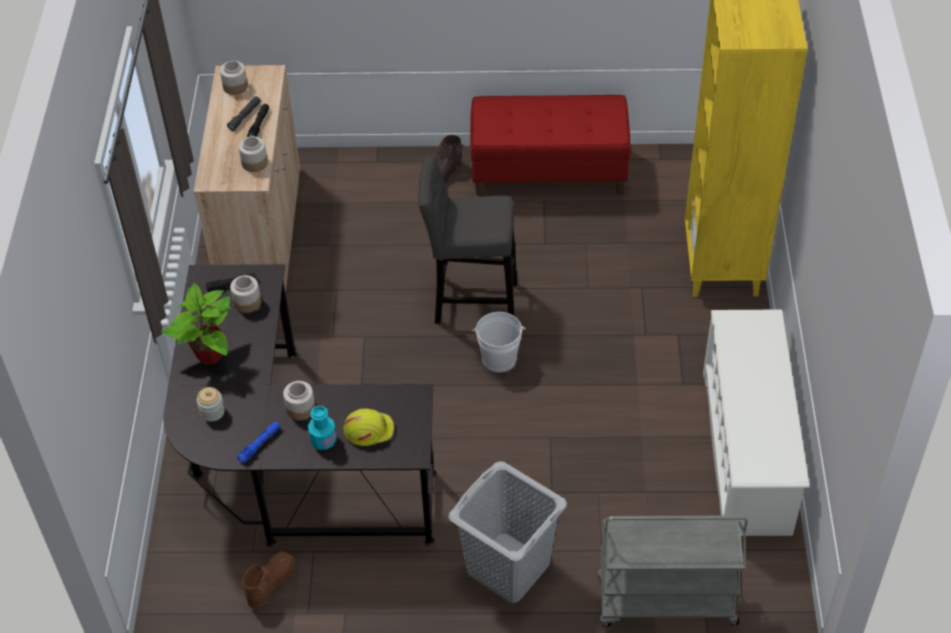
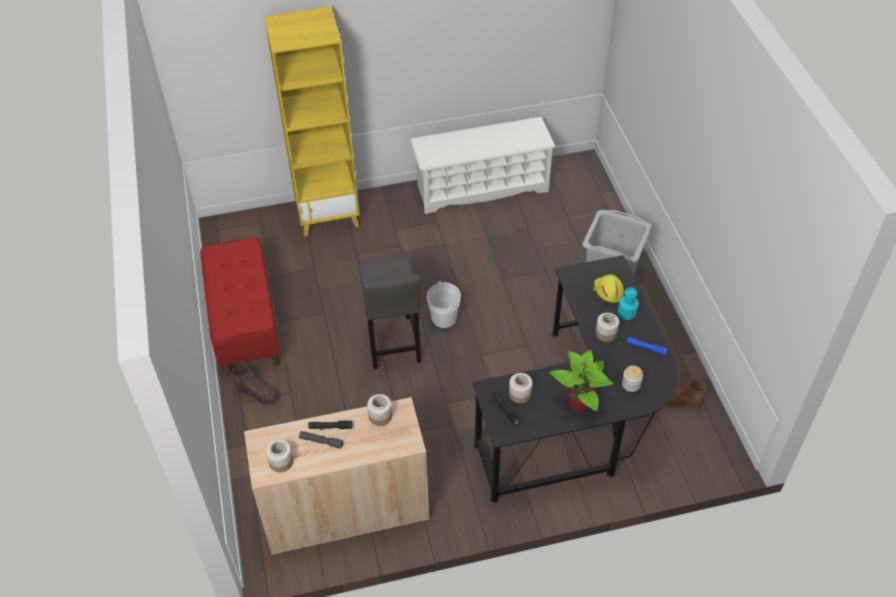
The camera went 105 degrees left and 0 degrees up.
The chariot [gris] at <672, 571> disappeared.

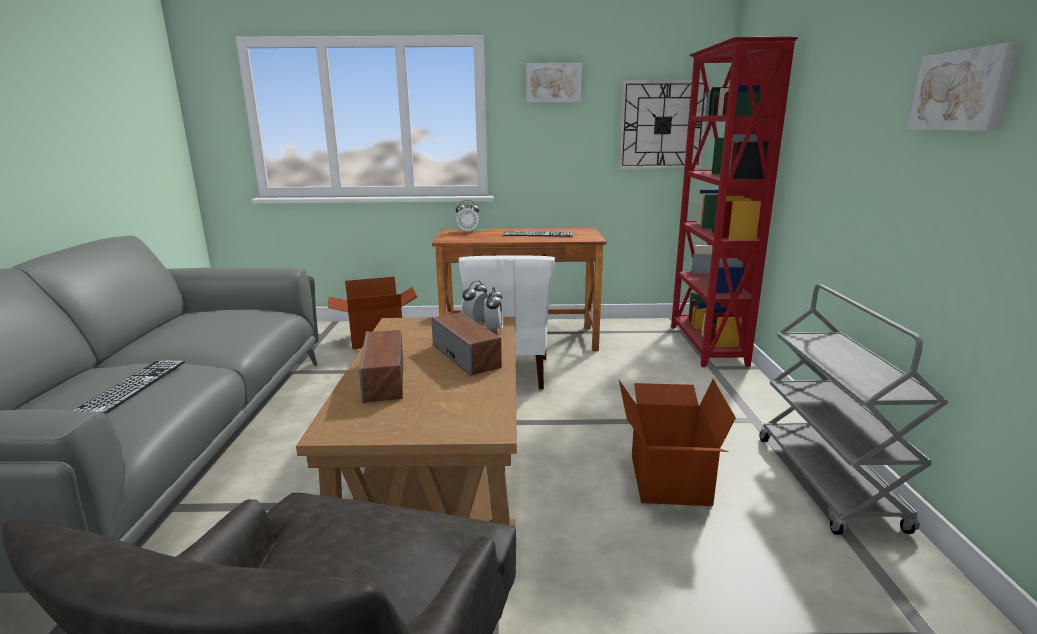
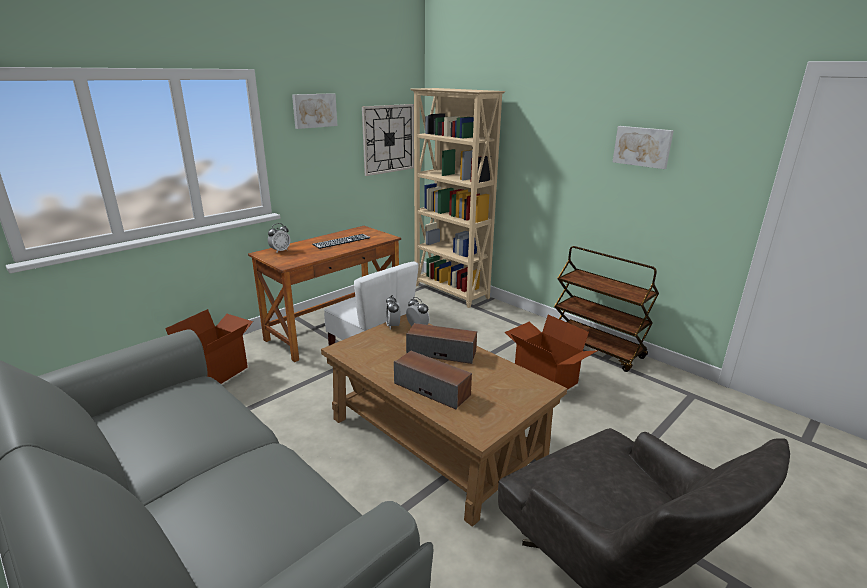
The camera went 45 degrees left and 5 degrees up.
The bibliothèque [rouge] at <734, 202> became the bibliothèque [beige] at <457, 198>.
The chariot [gris] at <854, 409> became the chariot [marron] at <606, 309>.
The clavier at <129, 387> disappeared.

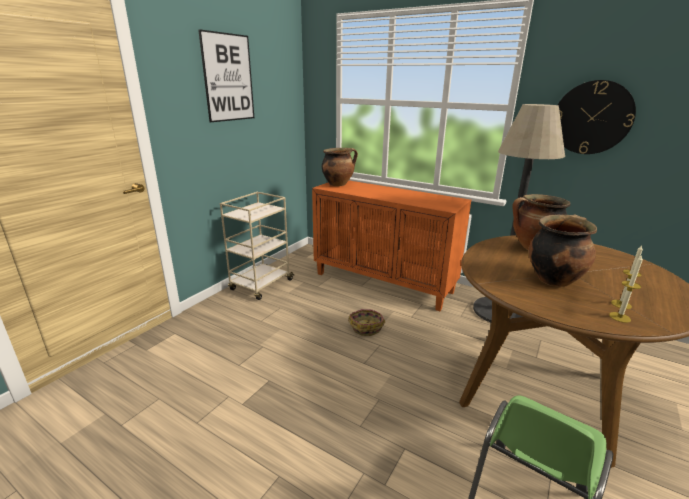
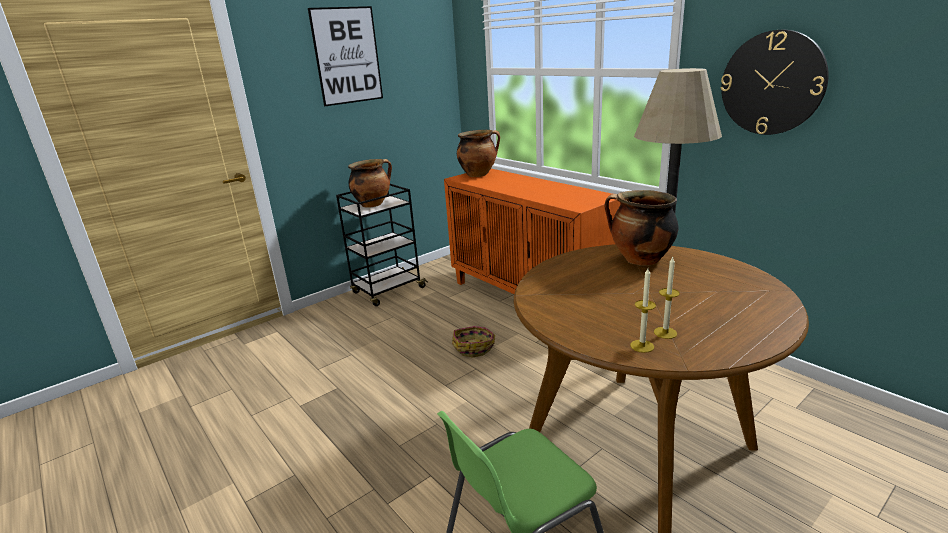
The camera went 20 degrees right and 0 degrees up.
The chariot [beige] at <257, 246> became the chariot [noir] at <382, 245>.
The marmite moved from <563, 251> to <370, 183>.

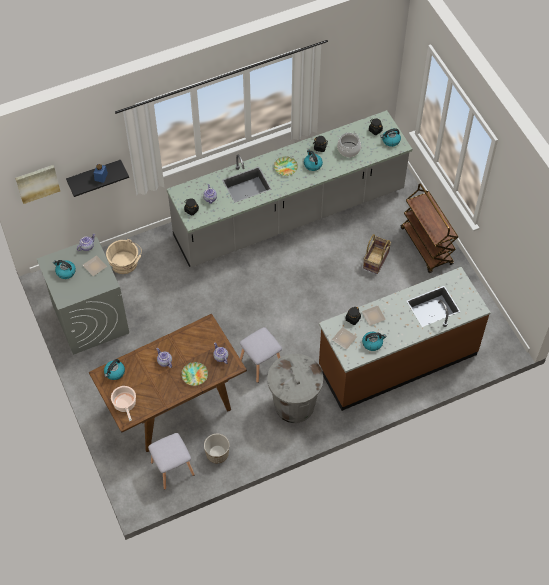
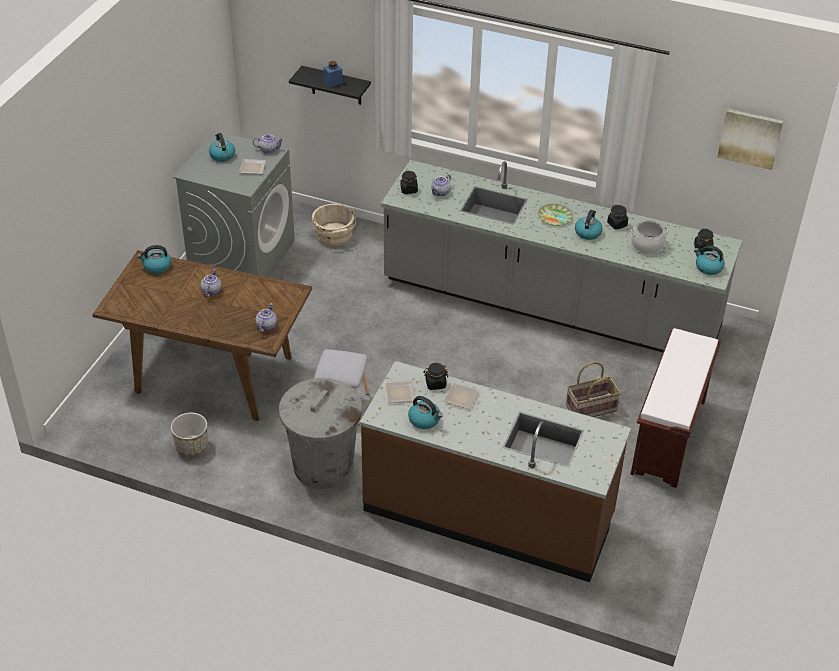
The camera went 45 degrees right and 15 degrees down.
The chariot [marron] at <429, 228> was replaced by the banc [marron] at <676, 408>.
The tableau moved from <37, 184> to <750, 139>.
The marmite at <123, 403> disappeared.
The tabouret [gris] at <171, 461> disappeared.
The assiette at <194, 374> disappeared.

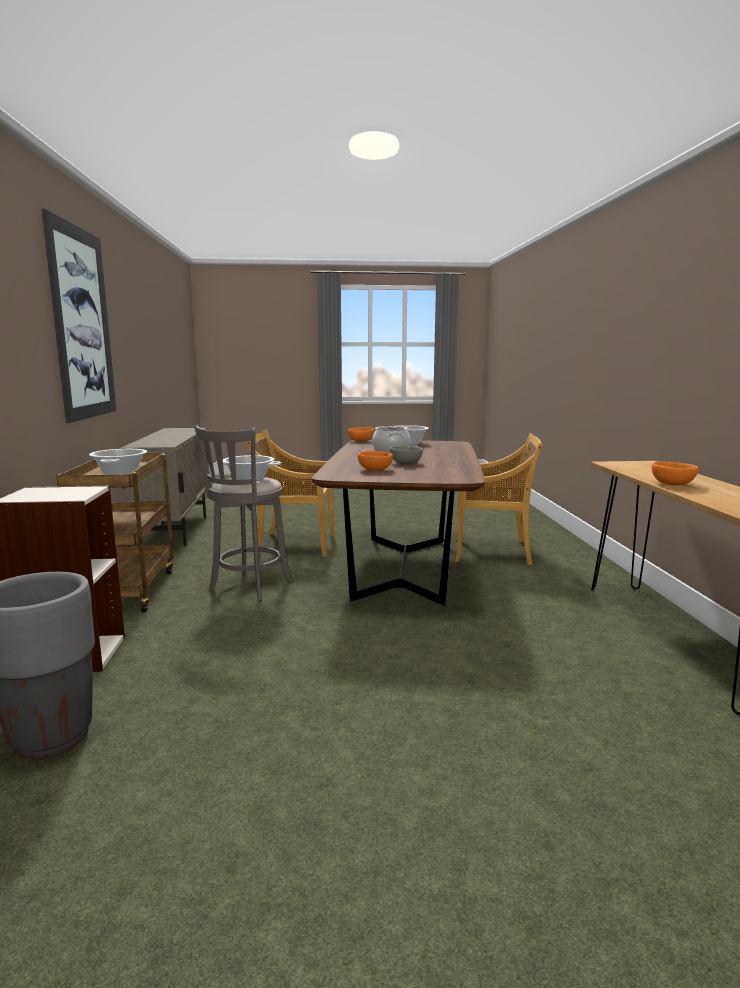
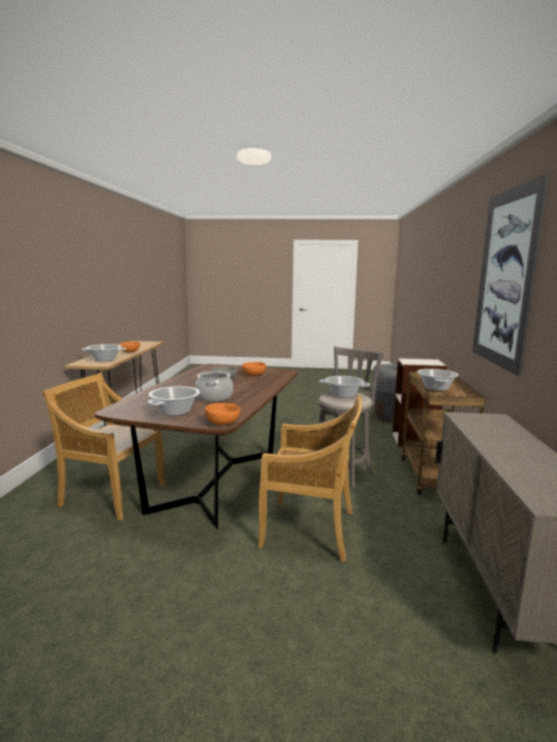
The camera went 170 degrees left and 0 degrees up.
The marmite at <104, 352> appeared.

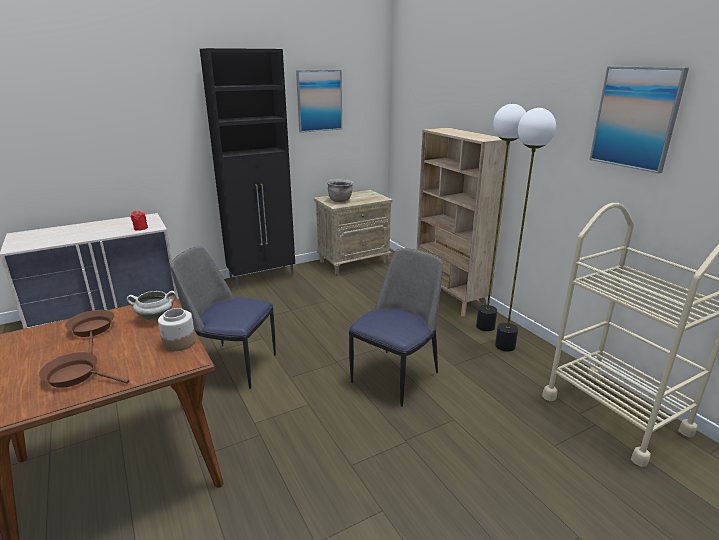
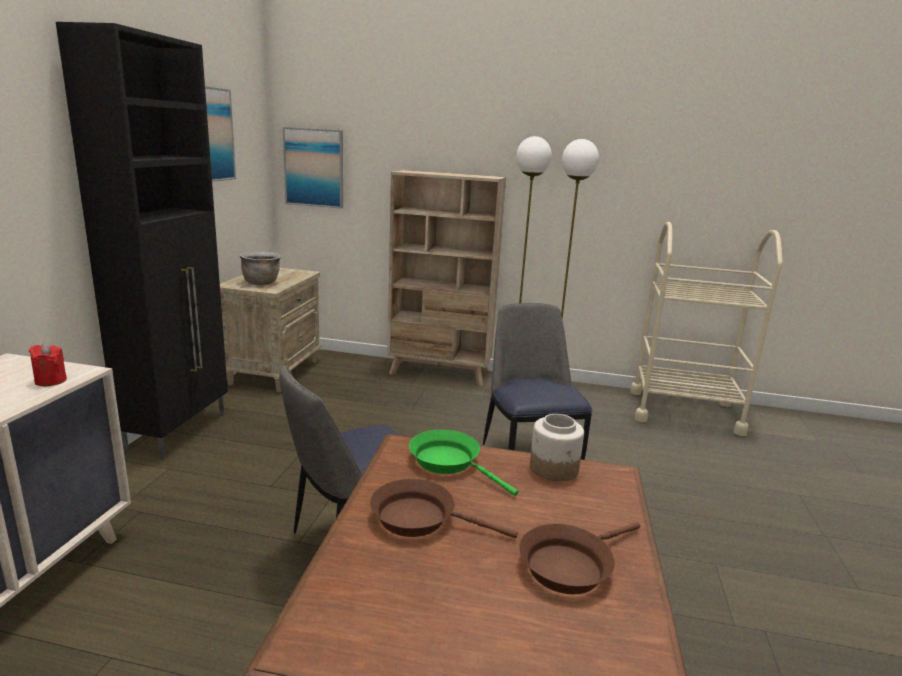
The camera went 50 degrees left and 5 degrees down.
The tableau moved from <639, 119> to <313, 168>.
The marmite [blanc] at <151, 306> was replaced by the poêle [vert] at <463, 463>.

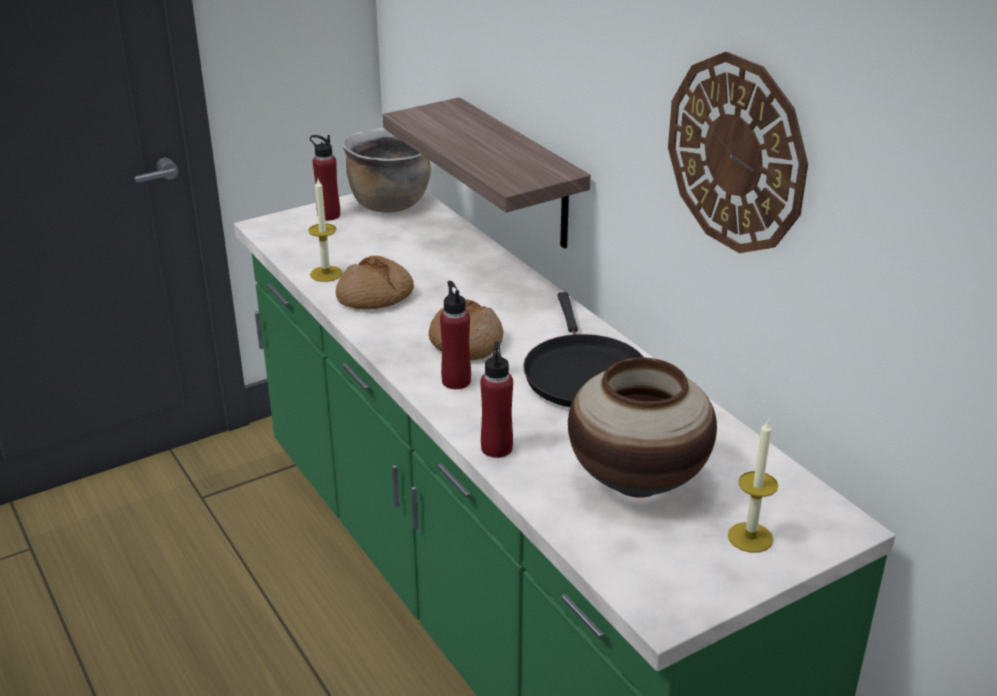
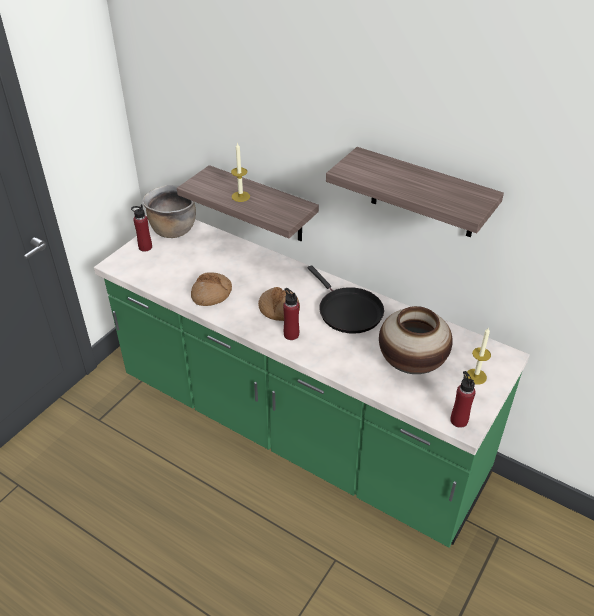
The camera went 25 degrees left and 10 degrees up.
The bougie moved from <325, 230> to <240, 172>.
The horloge murale at <738, 152> was replaced by the étagère at <415, 192>.
The bouteille [rouge] moved from <496, 399> to <463, 399>.

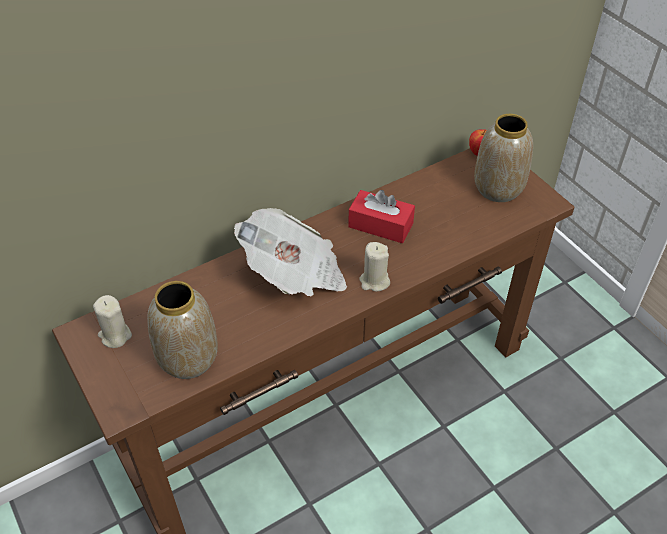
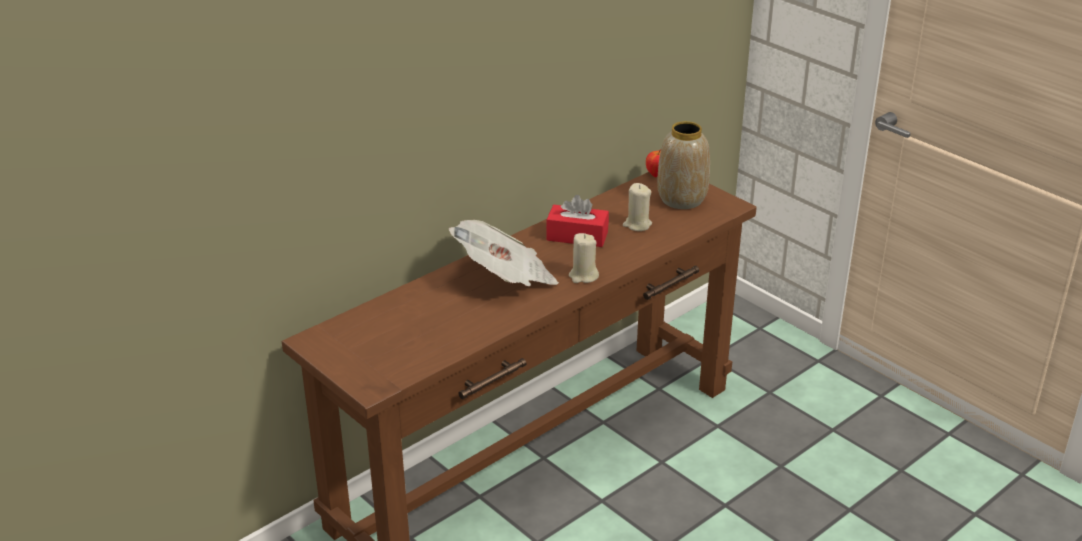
The camera went 10 degrees left and 15 degrees down.
The bougie [beige] moved from <112, 321> to <637, 207>.
The vase at <182, 330> disappeared.

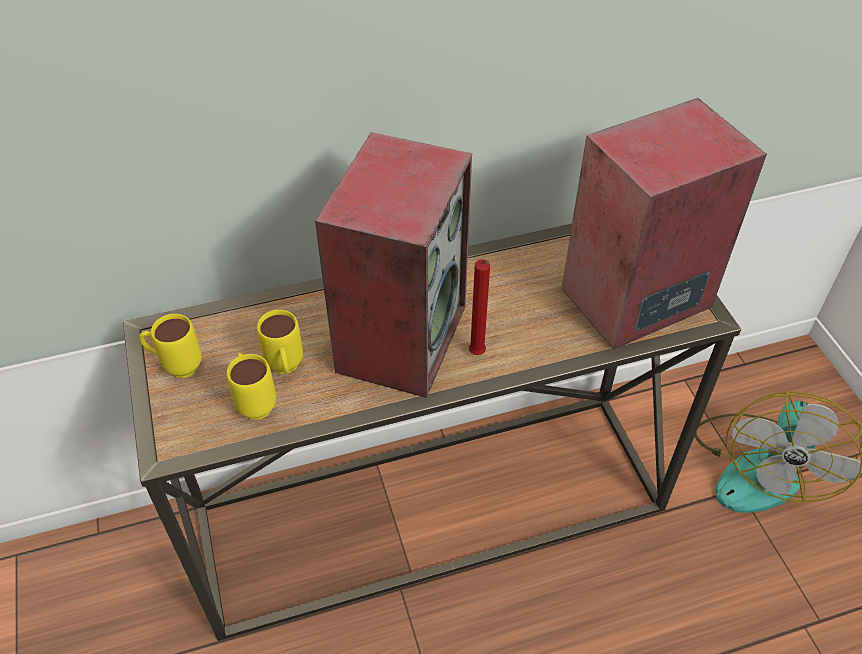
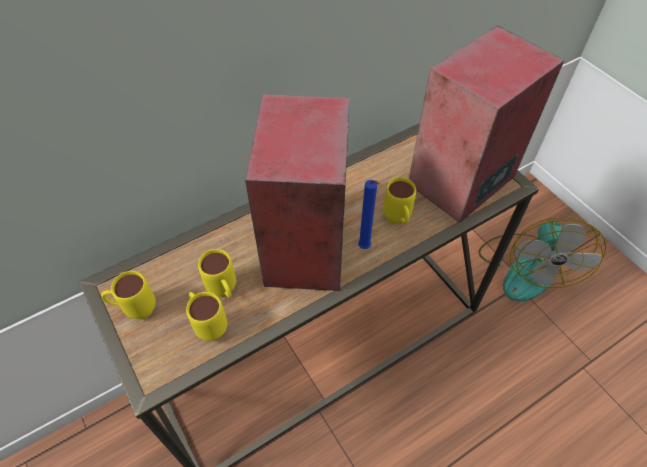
The camera went 15 degrees left and 5 degrees up.
The bougie [rouge] at <479, 307> became the bougie [bleu] at <369, 214>.
The mug [jaune] at <399, 200> appeared.

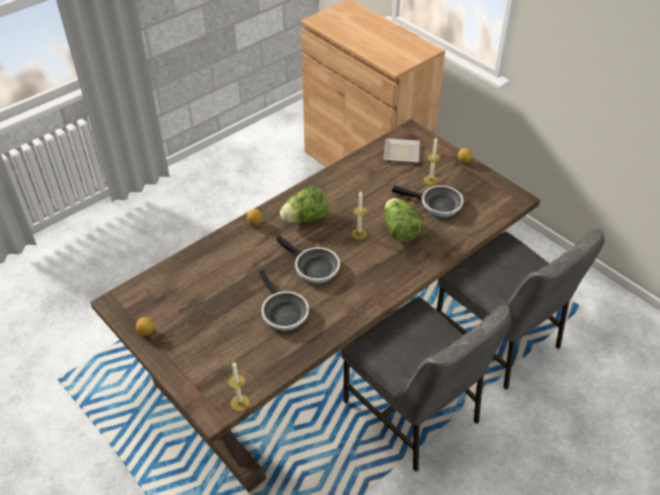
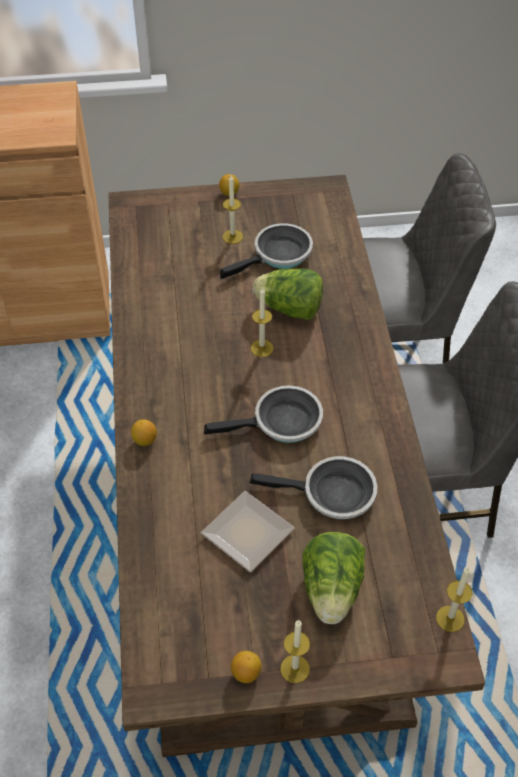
The camera went 55 degrees left and 5 degrees up.
The assiette moved from <402, 150> to <247, 531>.
The bougie at <295, 651> appeared.
The laitue moved from <304, 204> to <333, 578>.

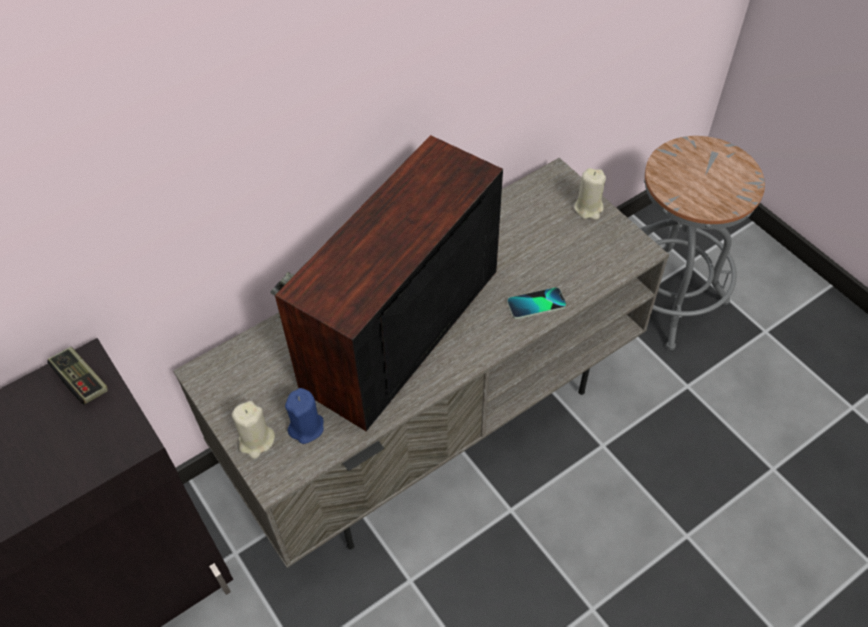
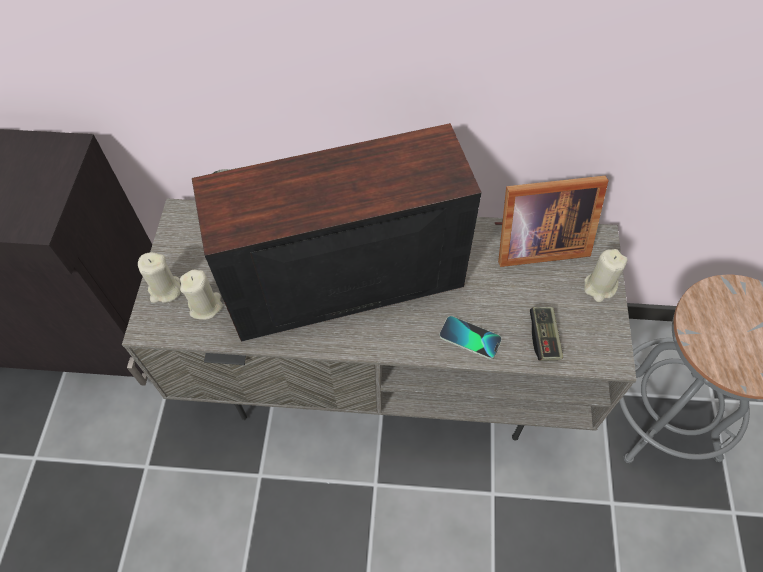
The camera went 40 degrees right and 5 degrees up.
The bougie [bleu] at <304, 416> became the bougie [beige] at <201, 294>.
The cadre photo at <552, 221> appeared.
The manette moved from <77, 375> to <546, 334>.

